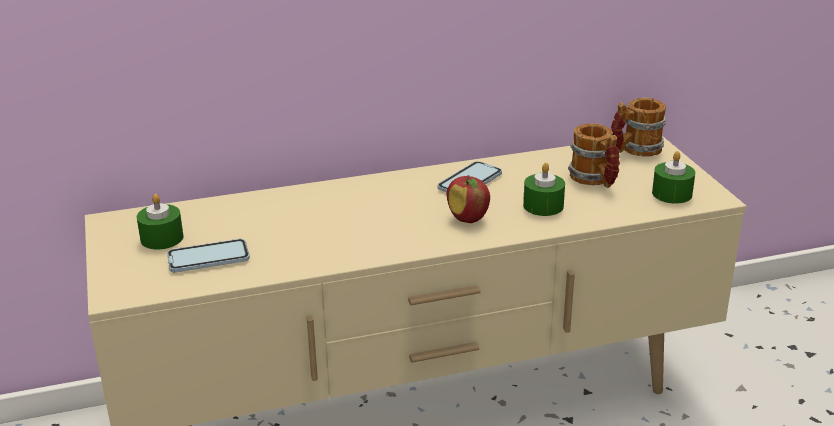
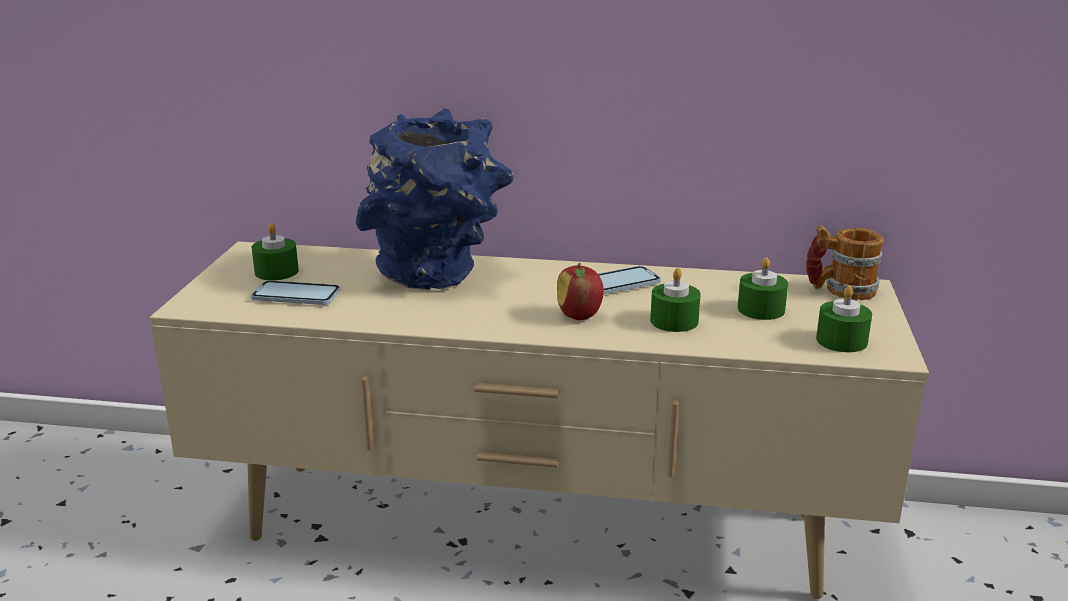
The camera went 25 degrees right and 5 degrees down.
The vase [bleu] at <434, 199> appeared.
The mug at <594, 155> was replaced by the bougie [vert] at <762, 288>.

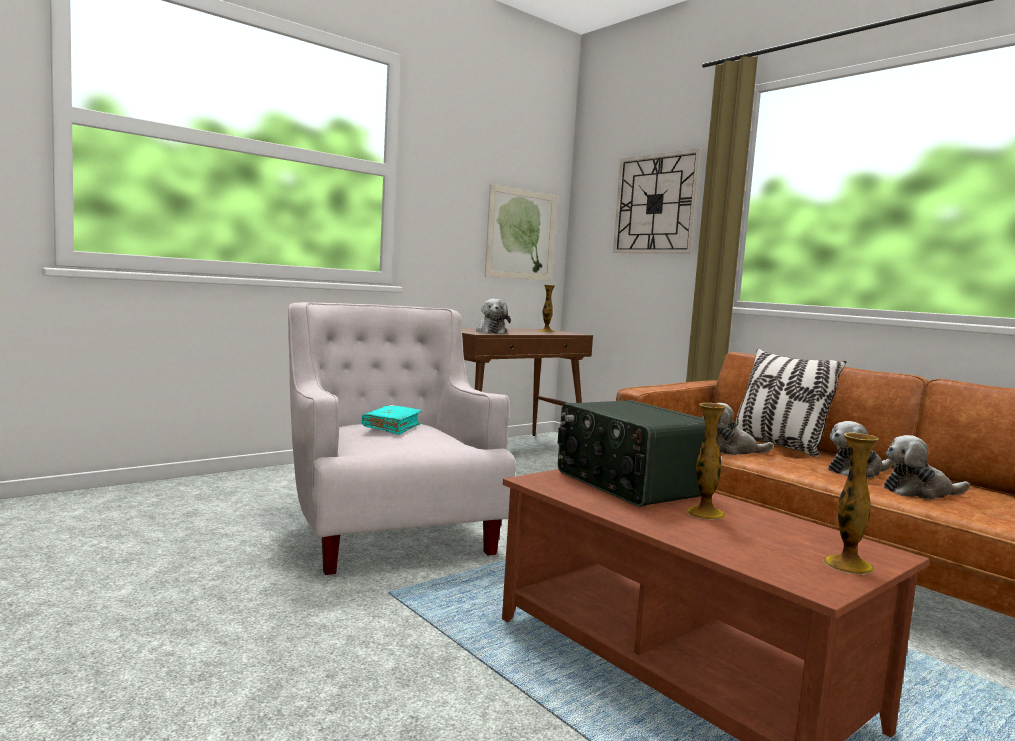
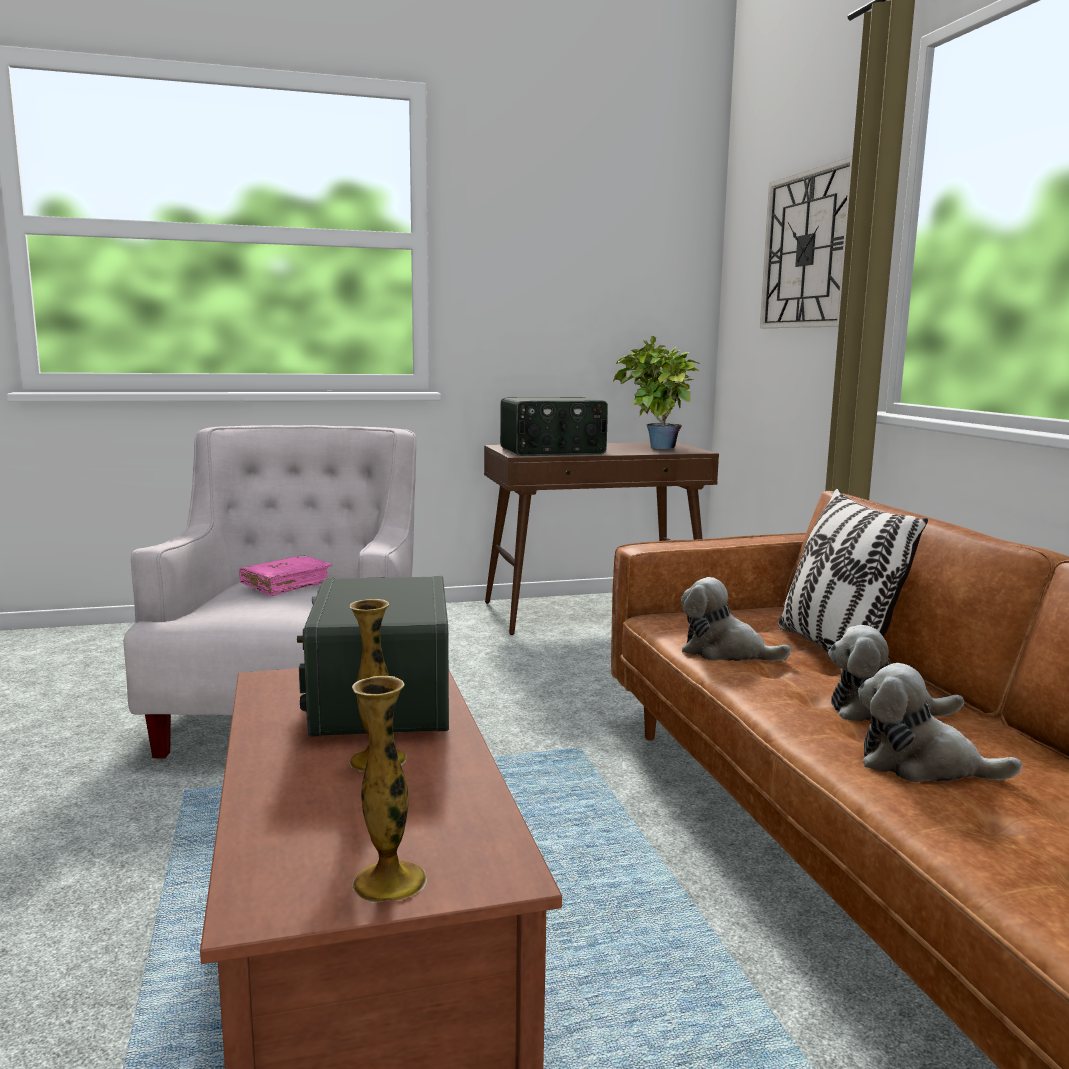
The camera went 25 degrees right and 5 degrees up.
The livre [turquoise] at <392, 420> became the livre [rose] at <285, 575>.
The peluche at <493, 316> was replaced by the radio at <554, 426>.
The vase at <547, 308> was replaced by the plante en pot at <656, 392>.
The tableau at <521, 232> disappeared.

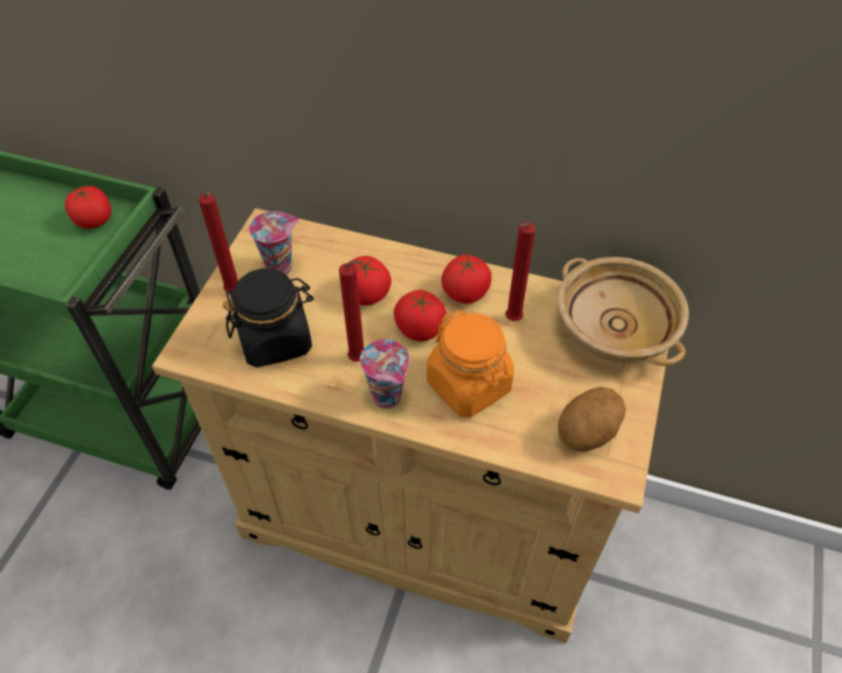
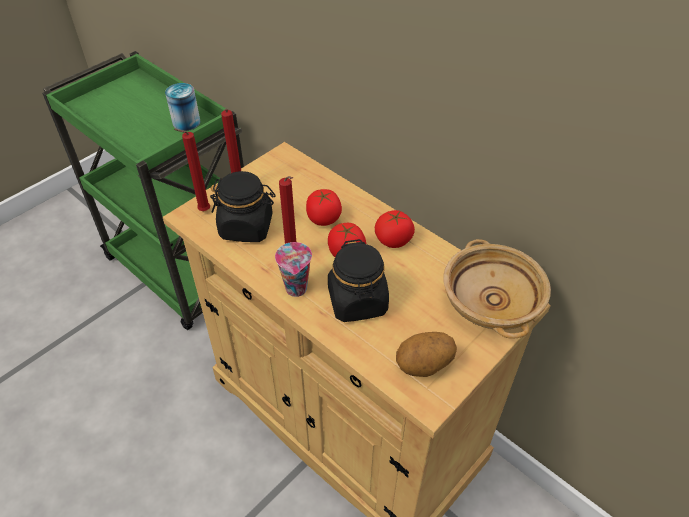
The camera went 25 degrees right and 5 degrees down.
The tomate at <88, 207> was replaced by the boîte métallique at <182, 107>.
The bougie [rouge] moved from <520, 271> to <192, 170>.
The bocal [orange] at <470, 364> became the bocal [noir] at <358, 280>.
The tasse at <274, 243> disappeared.

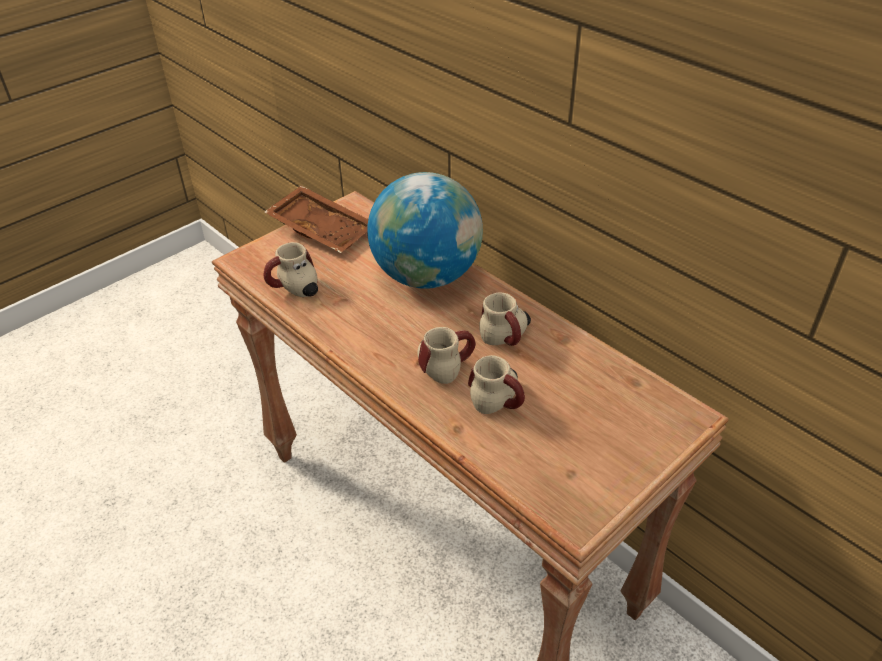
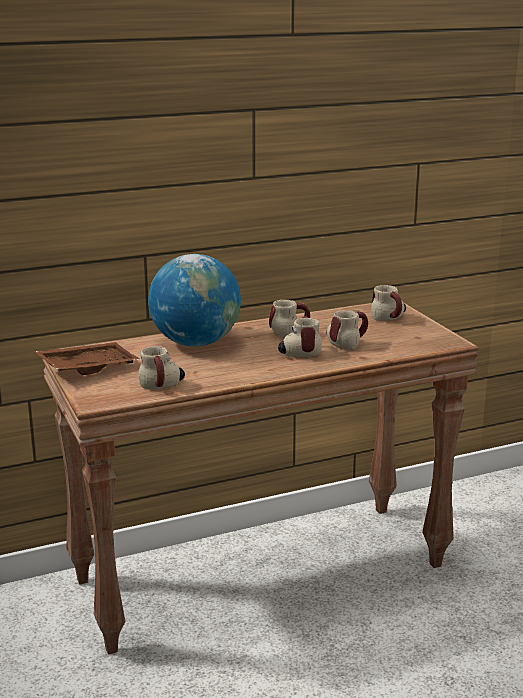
The camera went 70 degrees left and 20 degrees down.
The mug at <388, 303> appeared.

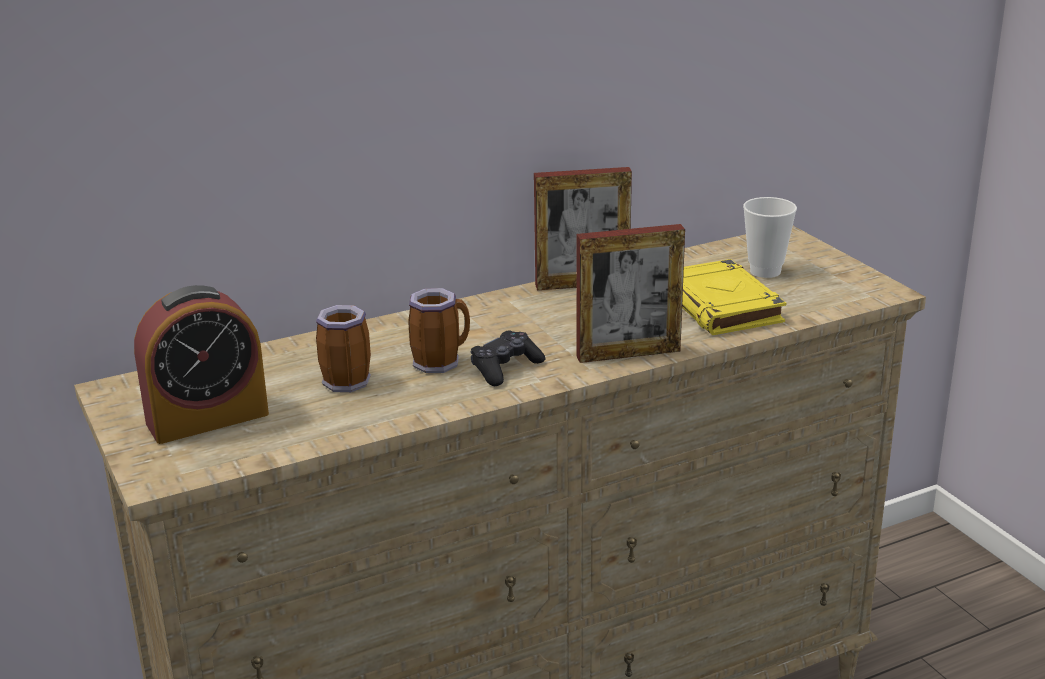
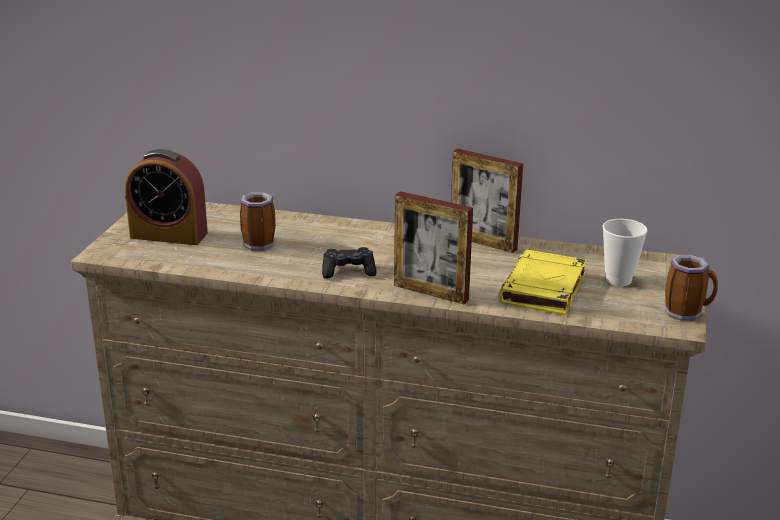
The camera went 40 degrees right and 0 degrees up.
The mug moved from <439, 330> to <691, 288>.

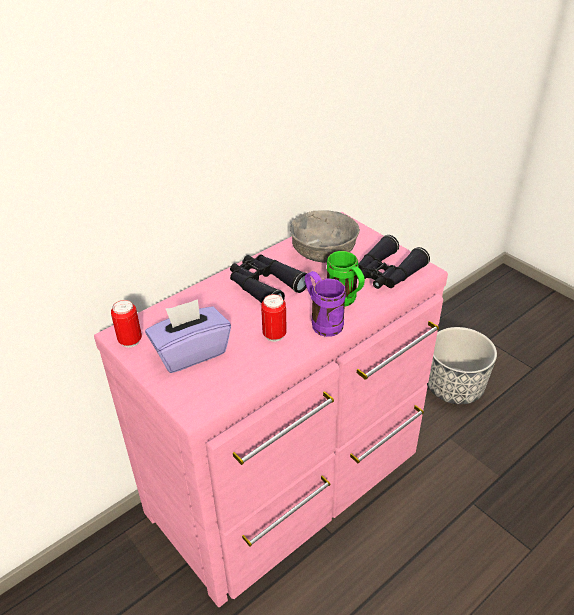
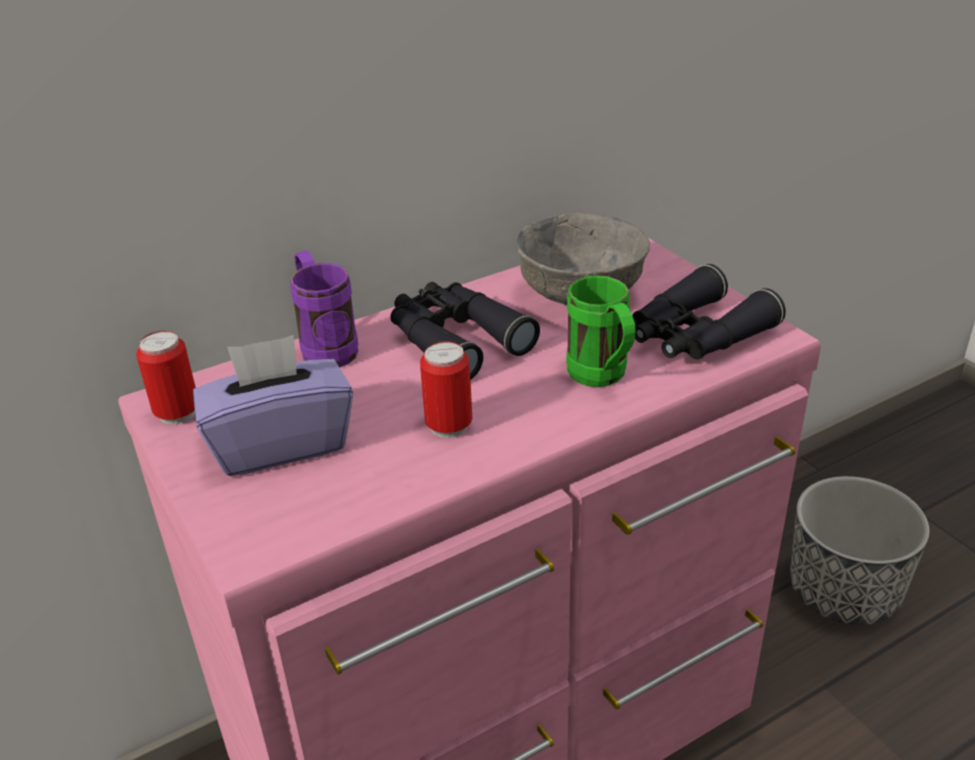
The camera went 10 degrees right and 5 degrees down.
The mug [violet] moved from <325, 304> to <324, 309>.

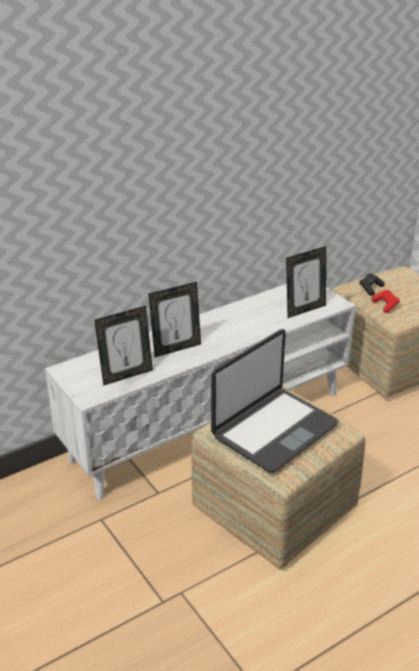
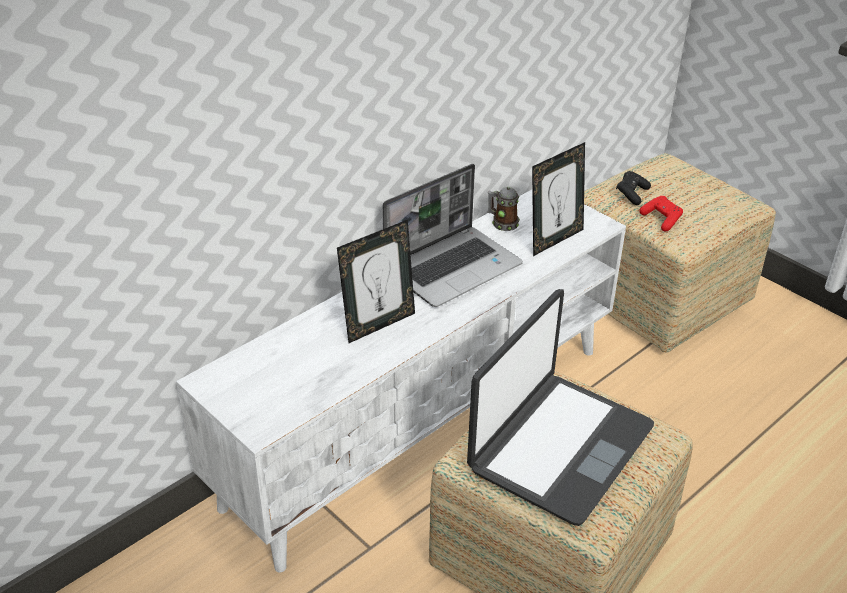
The camera went 10 degrees left and 5 degrees up.
The ordinateur portable at <453, 235> appeared.
The mug at <504, 209> appeared.
The cadre photo at <123, 346> disappeared.

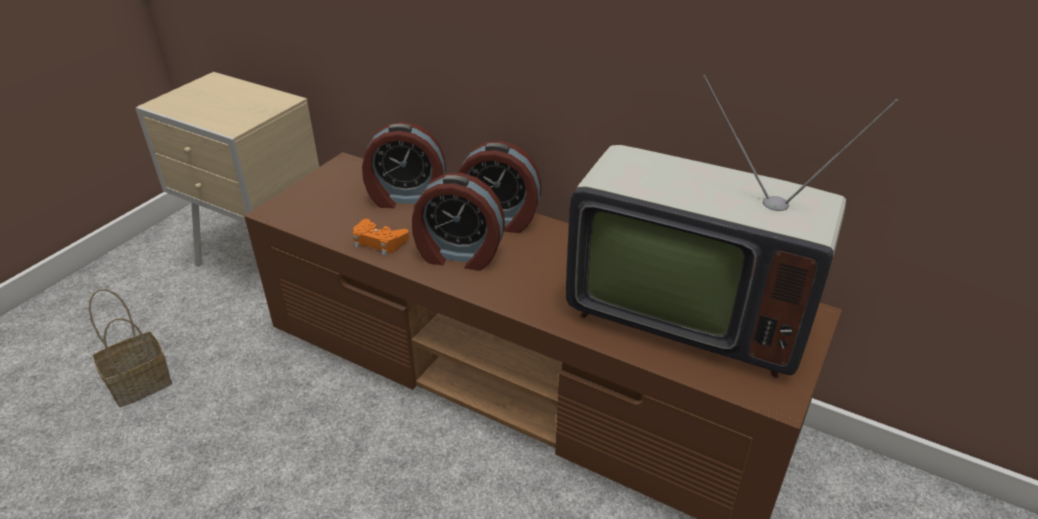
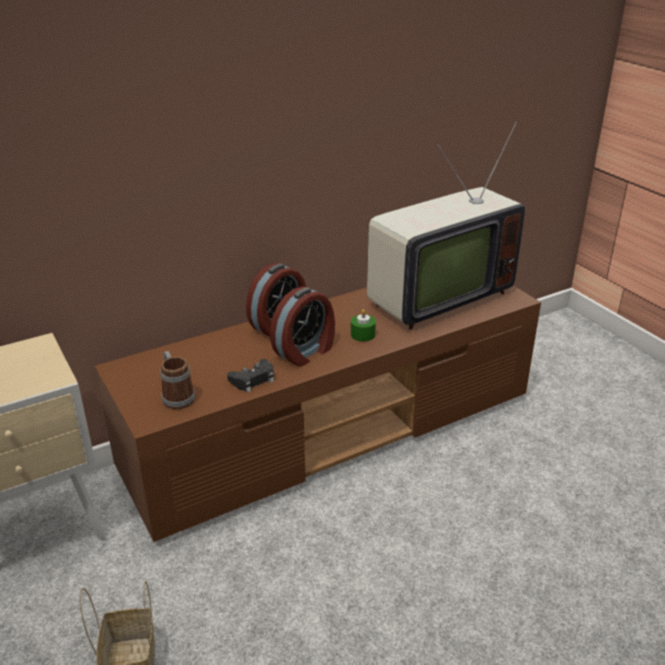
The camera went 60 degrees left and 5 degrees down.
The mug at <177, 380> appeared.
The manette [orange] at <381, 237> became the manette [noir] at <250, 375>.
The bougie [vert] at <363, 325> appeared.
The réveil at <404, 165> disappeared.

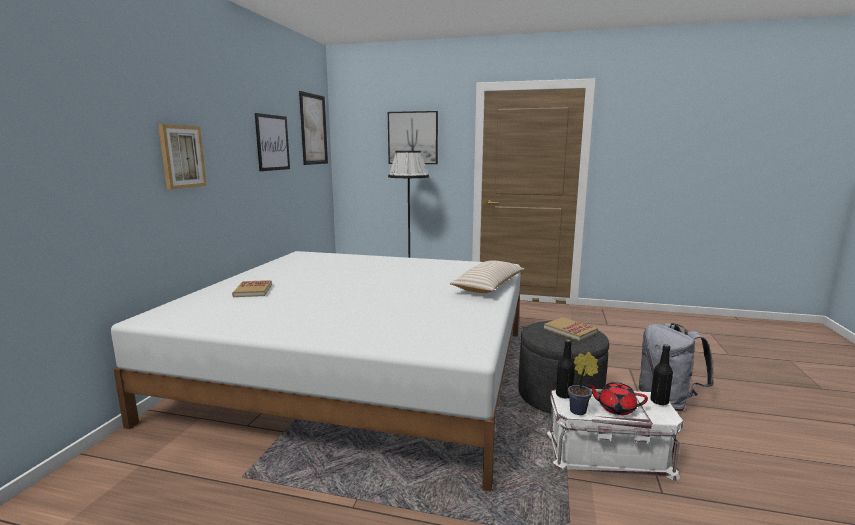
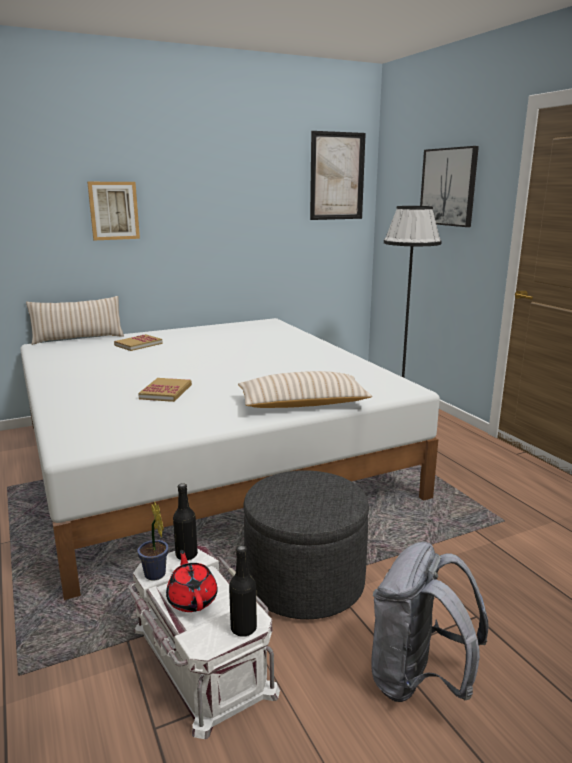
The camera went 50 degrees right and 5 degrees up.
The coussin [beige] at <75, 320> appeared.
The livre moved from <571, 329> to <165, 390>.
The tableau at <272, 142> disappeared.

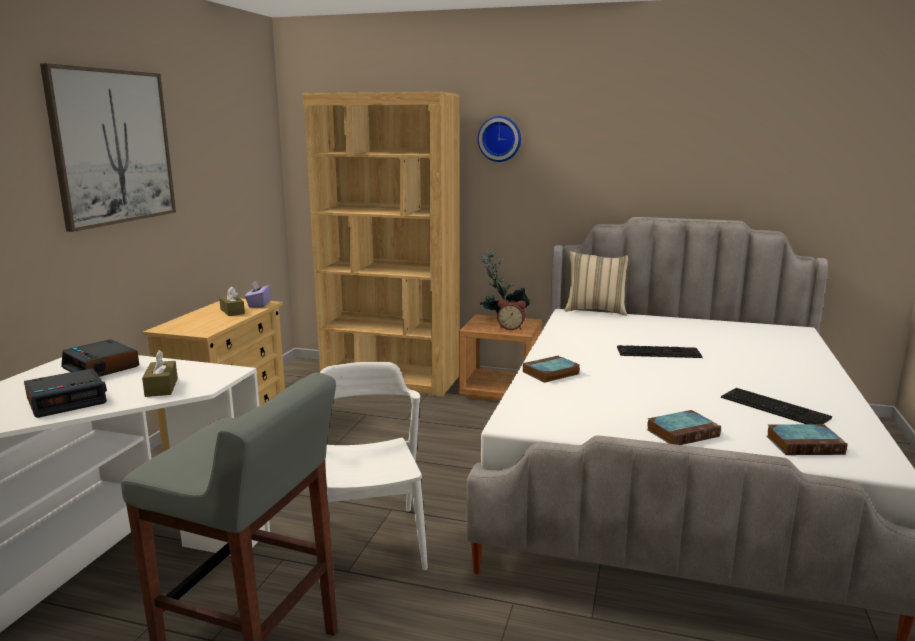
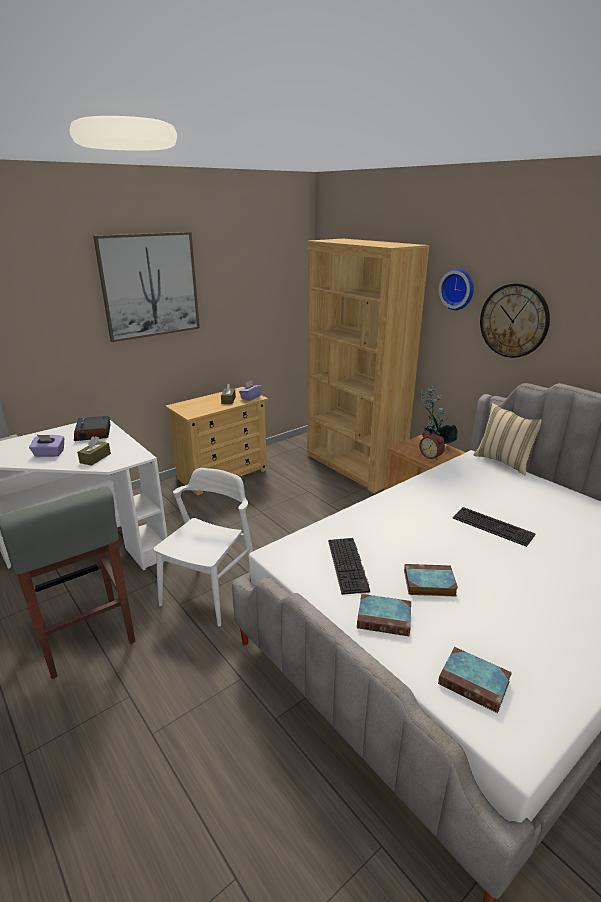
The camera went 35 degrees right and 10 degrees up.
The réveil at <65, 393> was replaced by the boîte à mouchoirs [violet] at <46, 446>.
The clavier moved from <776, 406> to <349, 566>.
The livre moved from <551, 369> to <431, 580>.
The horloge murale at <515, 320> appeared.

